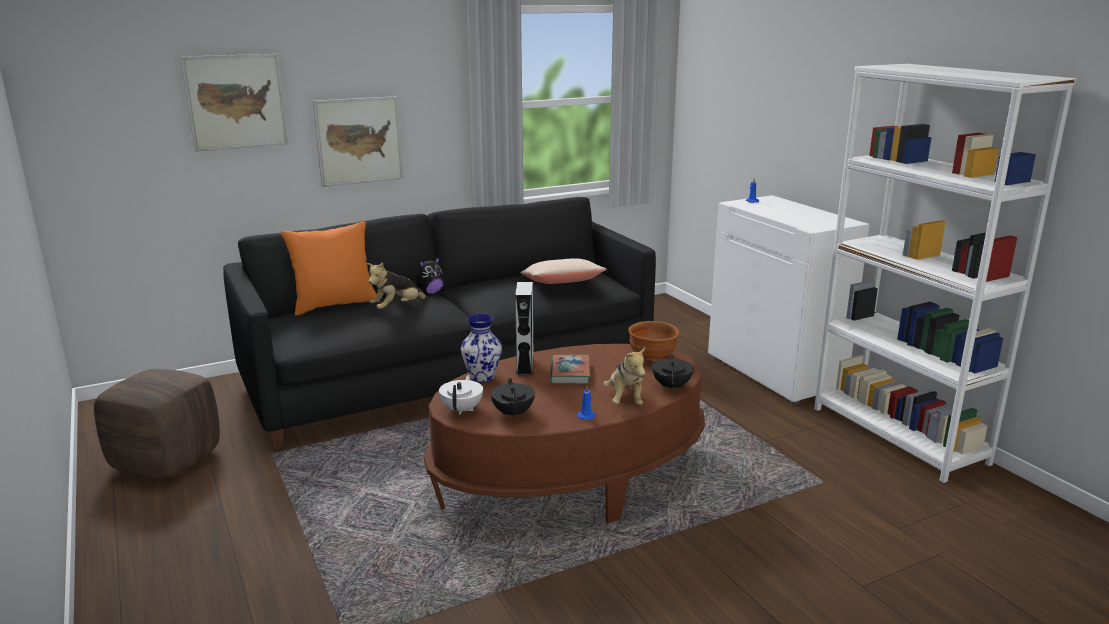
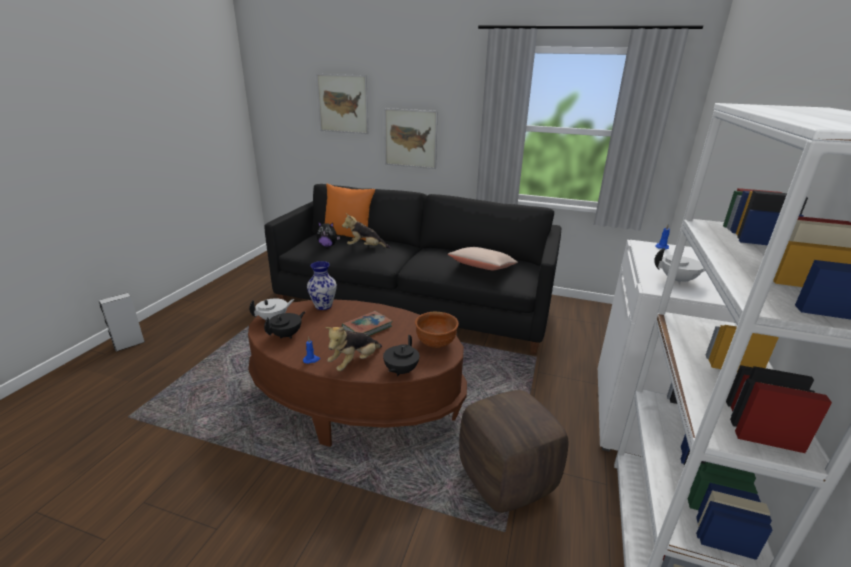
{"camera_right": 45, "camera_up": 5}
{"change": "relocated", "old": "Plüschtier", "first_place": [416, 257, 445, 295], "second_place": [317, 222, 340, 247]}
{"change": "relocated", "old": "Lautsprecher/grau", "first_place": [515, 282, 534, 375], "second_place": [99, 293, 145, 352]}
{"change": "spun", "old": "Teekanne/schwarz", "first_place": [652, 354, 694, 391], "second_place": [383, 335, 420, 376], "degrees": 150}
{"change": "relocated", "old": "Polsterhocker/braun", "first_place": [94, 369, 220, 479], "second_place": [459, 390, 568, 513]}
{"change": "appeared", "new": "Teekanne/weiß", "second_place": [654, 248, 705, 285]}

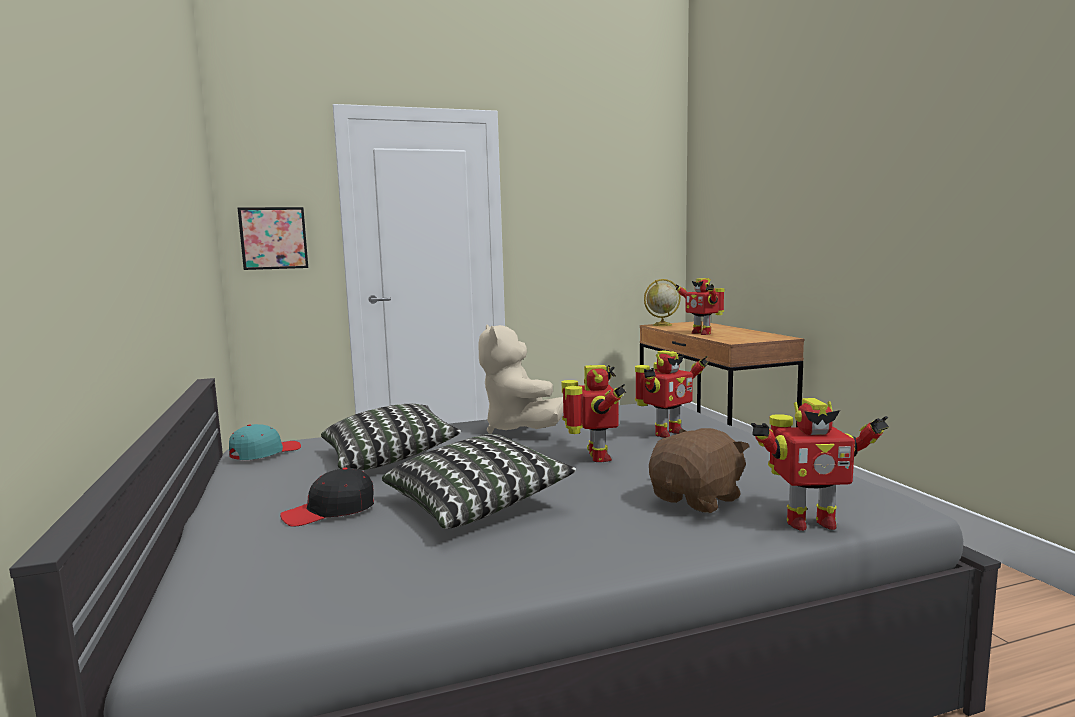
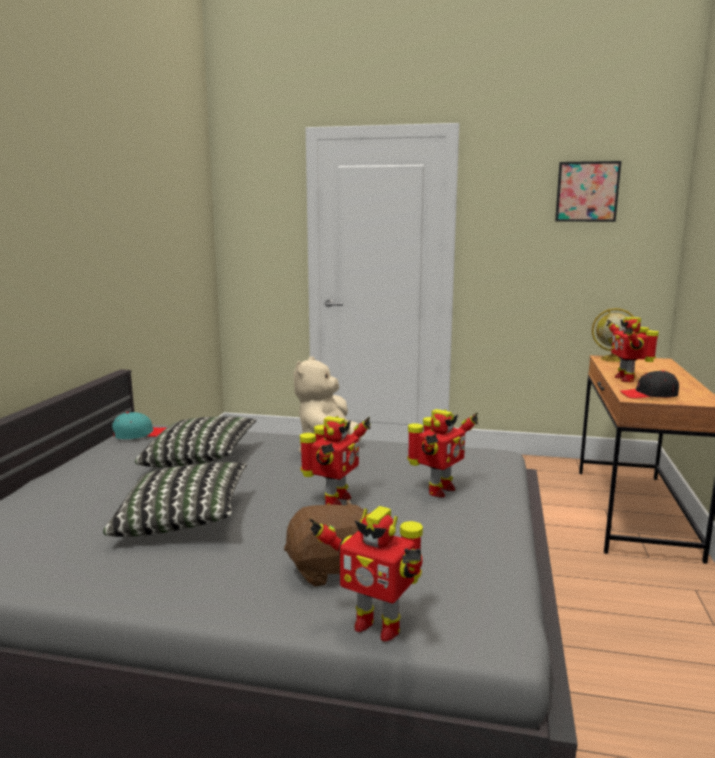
{"camera_right": 30, "camera_up": 5}
{"change": "relocated", "old": "Bild", "first_place": [238, 207, 308, 270], "second_place": [555, 161, 621, 222]}
{"change": "spun", "old": "Spielzeugroboter", "first_place": [635, 350, 708, 438], "second_place": [407, 409, 478, 498], "degrees": -45}
{"change": "relocated", "old": "Kappe/schwarz", "first_place": [280, 467, 374, 527], "second_place": [620, 370, 679, 398]}

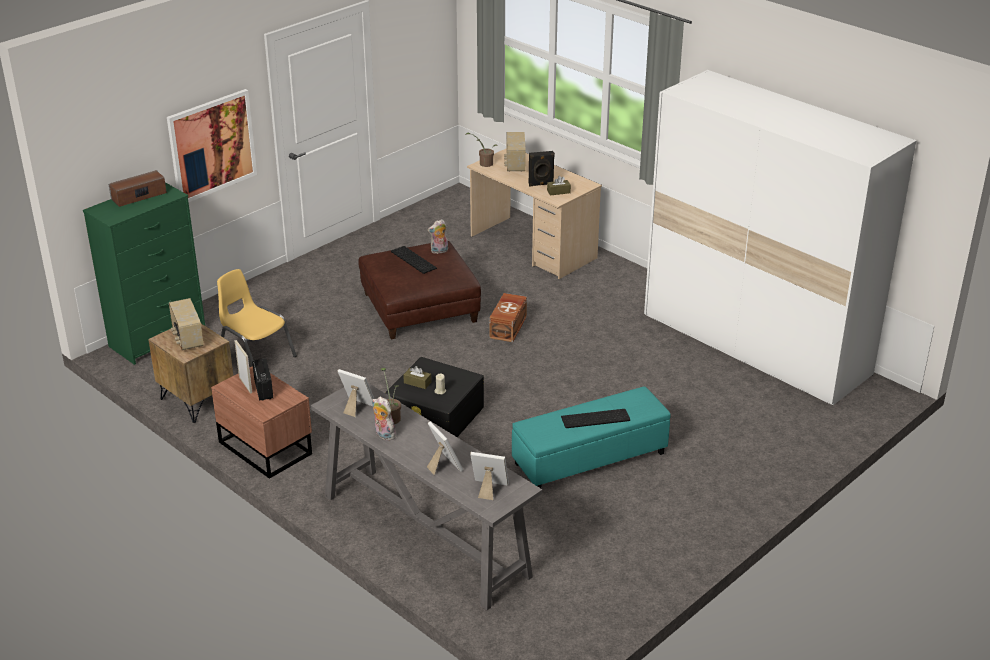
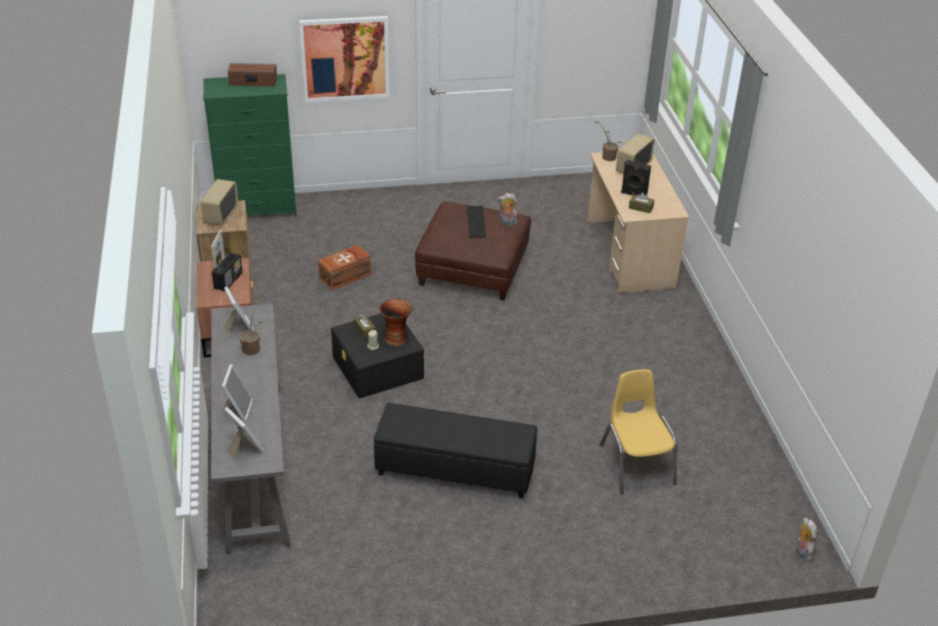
{"camera_right": 35, "camera_up": 5}
{"change": "missing", "old": "Kleiderschrank/weiß", "first_place": [644, 70, 917, 405]}
{"change": "relocated", "old": "Stuhl/gelb", "first_place": [217, 269, 297, 366], "second_place": [600, 369, 677, 494]}
{"change": "relocated", "old": "Aufbewahrungsbox/braun", "first_place": [489, 293, 527, 342], "second_place": [318, 245, 371, 291]}
{"change": "colour", "old": "Polsterhocker/türkis", "new": "Polsterhocker/schwarz", "first_place": [512, 386, 671, 488], "second_place": [374, 403, 537, 499]}
{"change": "relocated", "old": "Plüschtier", "first_place": [372, 397, 396, 441], "second_place": [796, 517, 818, 561]}
{"change": "missing", "old": "Tastatur", "first_place": [561, 409, 630, 428]}
{"change": "appeared", "new": "Vase", "second_place": [379, 299, 412, 347]}

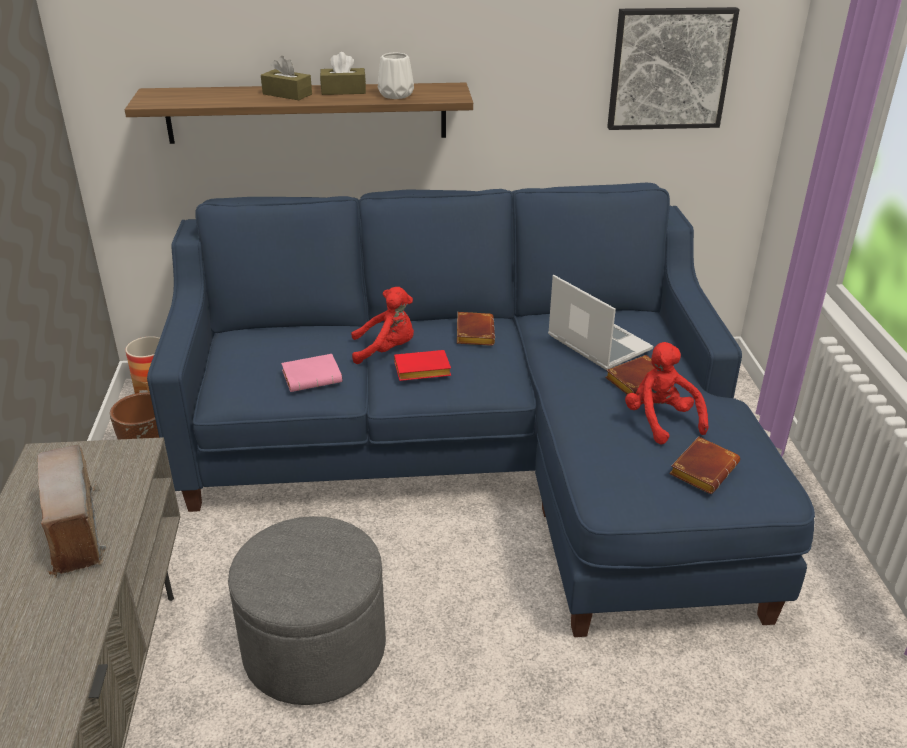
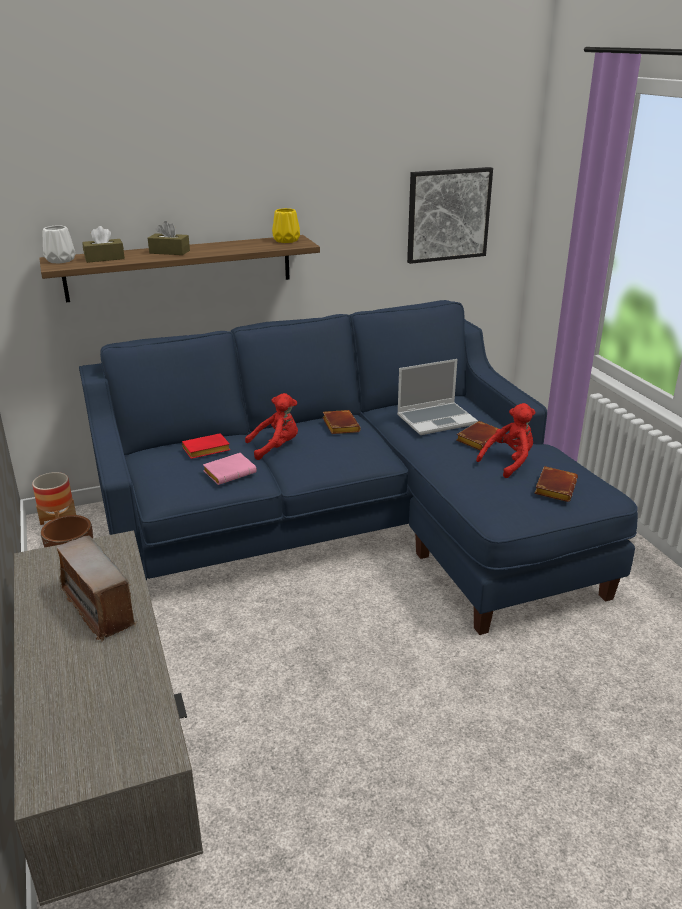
{"camera_right": -15, "camera_up": -5}
{"change": "relocated", "old": "Taschentuchbox/braun", "first_place": [320, 52, 366, 95], "second_place": [82, 226, 125, 263]}
{"change": "relocated", "old": "Vase/weiß", "first_place": [378, 53, 414, 99], "second_place": [43, 225, 75, 263]}
{"change": "spun", "old": "Laptop", "first_place": [548, 275, 653, 370], "second_place": [397, 359, 478, 435], "degrees": 120}
{"change": "spun", "old": "Plüschtier/rot", "first_place": [625, 342, 708, 444], "second_place": [476, 403, 536, 478], "degrees": 90}
{"change": "relocated", "old": "Buch/rot", "first_place": [394, 350, 451, 381], "second_place": [182, 433, 230, 459]}
{"change": "missing", "old": "Polsterhocker/grau", "first_place": [228, 516, 386, 705]}
{"change": "appeared", "new": "Vase/gelb", "second_place": [272, 208, 300, 243]}

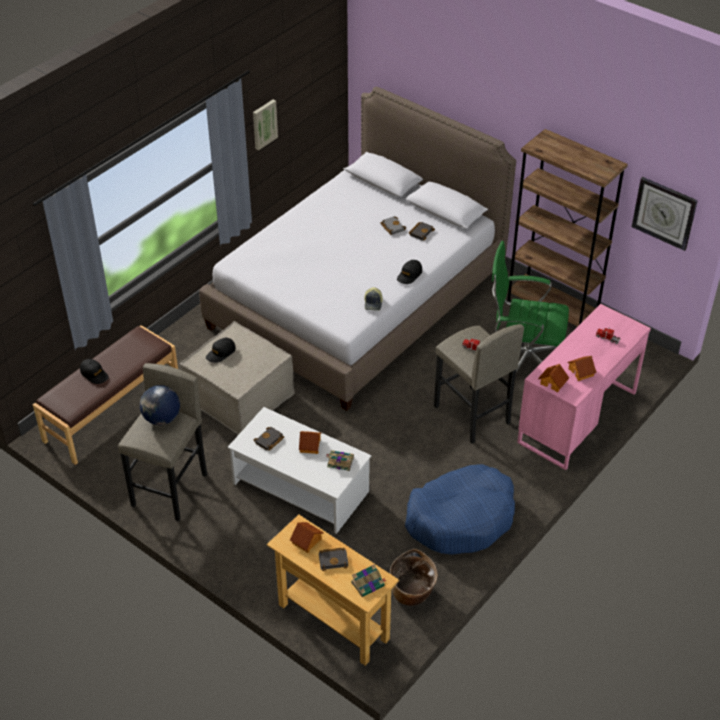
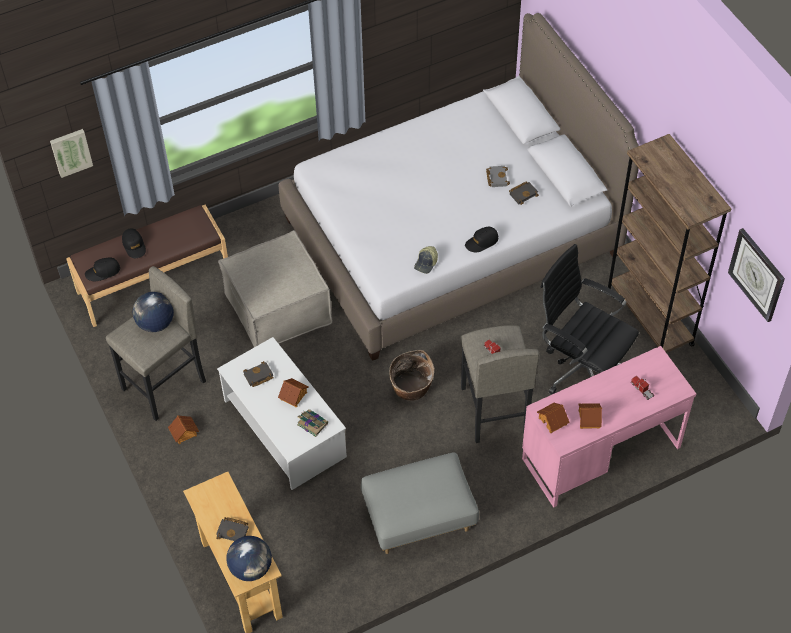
{"camera_right": 25, "camera_up": 10}
{"change": "relocated", "old": "Bild", "first_place": [253, 100, 278, 150], "second_place": [50, 129, 93, 178]}
{"change": "colour", "old": "Bürostuhl/grün", "new": "Bürostuhl/schwarz", "first_place": [492, 241, 569, 373], "second_place": [541, 244, 639, 394]}
{"change": "relocated", "old": "Kappe/schwarz", "first_place": [206, 338, 235, 363], "second_place": [85, 257, 120, 281]}
{"change": "exchanged", "old": "Hundebett/blau", "new": "Polsterhocker/grau", "first_place": [405, 464, 515, 555], "second_place": [361, 452, 479, 554]}
{"change": "relocated", "old": "Spielzeughaus", "first_place": [290, 522, 324, 553], "second_place": [168, 415, 199, 444]}
{"change": "relocated", "old": "Korb", "first_place": [390, 549, 438, 606], "second_place": [389, 350, 434, 401]}
{"change": "exchanged", "old": "Buch", "new": "Globus", "first_place": [351, 564, 387, 597], "second_place": [226, 536, 272, 581]}

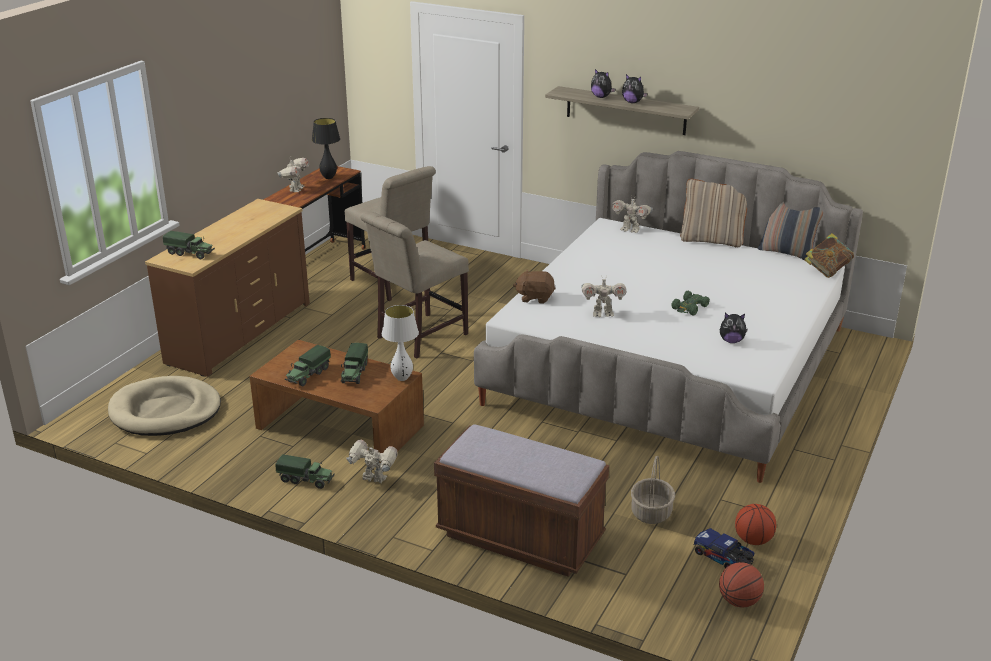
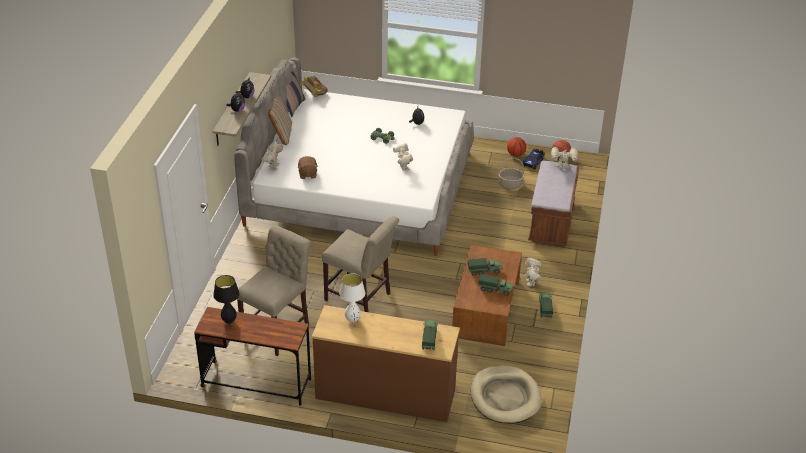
{"camera_right": -105, "camera_up": 10}
{"change": "relocated", "old": "Spielzeugroboter", "first_place": [277, 158, 309, 192], "second_place": [551, 147, 578, 169]}
{"change": "relocated", "old": "Plüschtier/braun", "first_place": [513, 269, 555, 304], "second_place": [298, 156, 318, 179]}
{"change": "relocated", "old": "Tischlampe/weiß", "first_place": [382, 305, 419, 381], "second_place": [339, 273, 365, 323]}

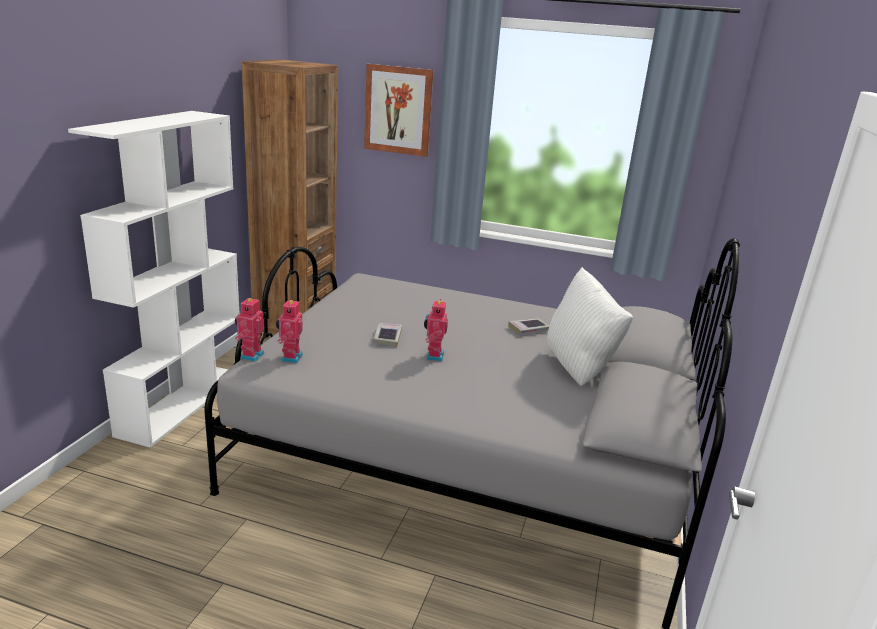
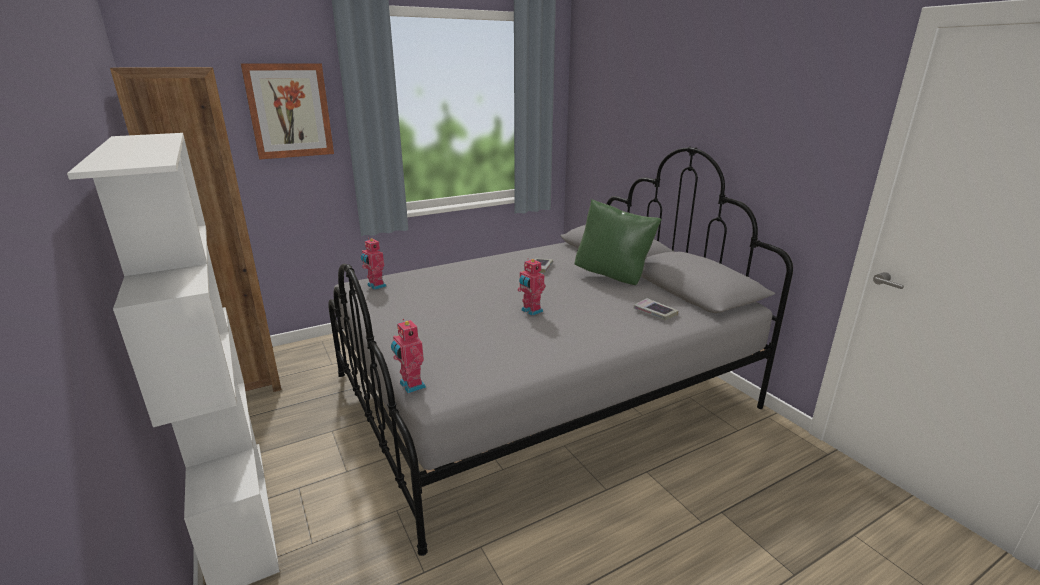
{"camera_right": -45, "camera_up": 0}
{"change": "colour", "old": "Kissen/weiß", "new": "Kissen/grün", "first_place": [547, 267, 633, 386], "second_place": [574, 199, 662, 285]}
{"change": "relocated", "old": "Spielzeugroboter", "first_place": [276, 298, 303, 363], "second_place": [361, 238, 387, 290]}
{"change": "relocated", "old": "Buch", "first_place": [373, 323, 402, 347], "second_place": [633, 298, 678, 320]}

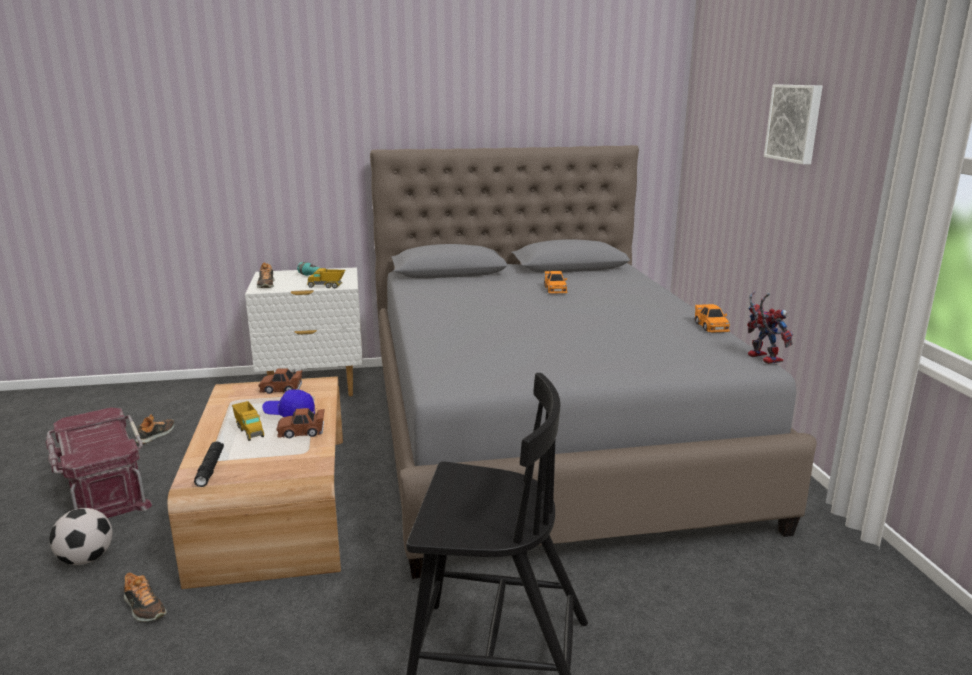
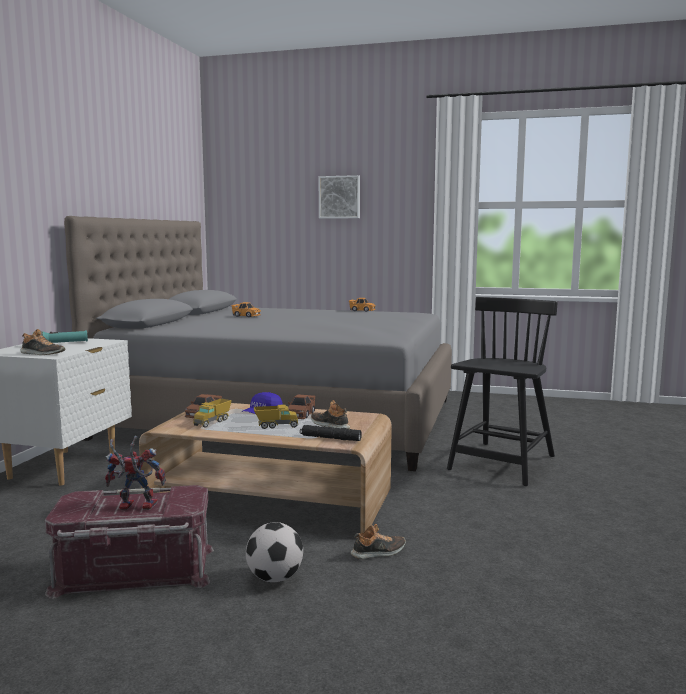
{"camera_right": -65, "camera_up": -10}
{"change": "relocated", "old": "Spielzeuglaster", "first_place": [307, 268, 345, 288], "second_place": [193, 399, 232, 428]}
{"change": "relocated", "old": "Spielzeugroboter", "first_place": [747, 291, 793, 364], "second_place": [105, 436, 166, 510]}
{"change": "relocated", "old": "Schuh", "first_place": [135, 415, 174, 444], "second_place": [311, 400, 350, 429]}

